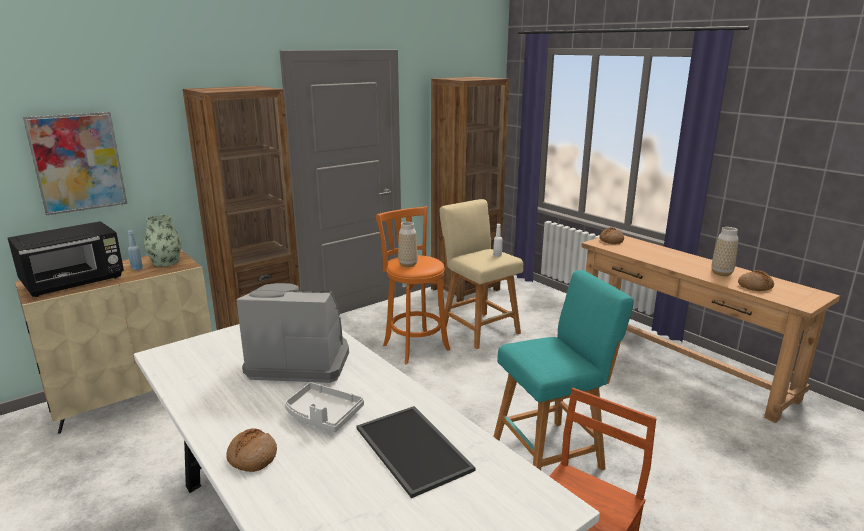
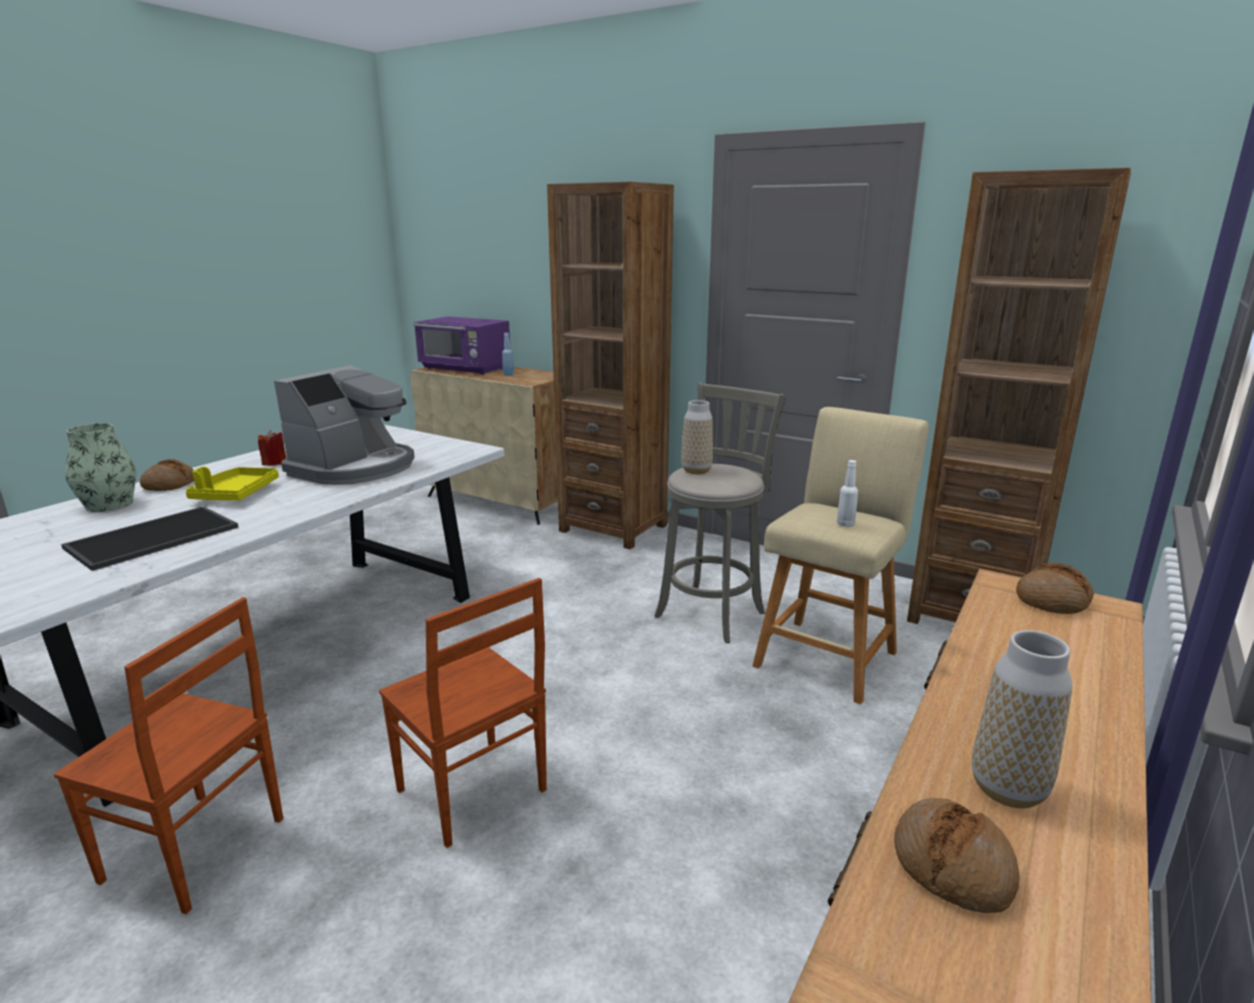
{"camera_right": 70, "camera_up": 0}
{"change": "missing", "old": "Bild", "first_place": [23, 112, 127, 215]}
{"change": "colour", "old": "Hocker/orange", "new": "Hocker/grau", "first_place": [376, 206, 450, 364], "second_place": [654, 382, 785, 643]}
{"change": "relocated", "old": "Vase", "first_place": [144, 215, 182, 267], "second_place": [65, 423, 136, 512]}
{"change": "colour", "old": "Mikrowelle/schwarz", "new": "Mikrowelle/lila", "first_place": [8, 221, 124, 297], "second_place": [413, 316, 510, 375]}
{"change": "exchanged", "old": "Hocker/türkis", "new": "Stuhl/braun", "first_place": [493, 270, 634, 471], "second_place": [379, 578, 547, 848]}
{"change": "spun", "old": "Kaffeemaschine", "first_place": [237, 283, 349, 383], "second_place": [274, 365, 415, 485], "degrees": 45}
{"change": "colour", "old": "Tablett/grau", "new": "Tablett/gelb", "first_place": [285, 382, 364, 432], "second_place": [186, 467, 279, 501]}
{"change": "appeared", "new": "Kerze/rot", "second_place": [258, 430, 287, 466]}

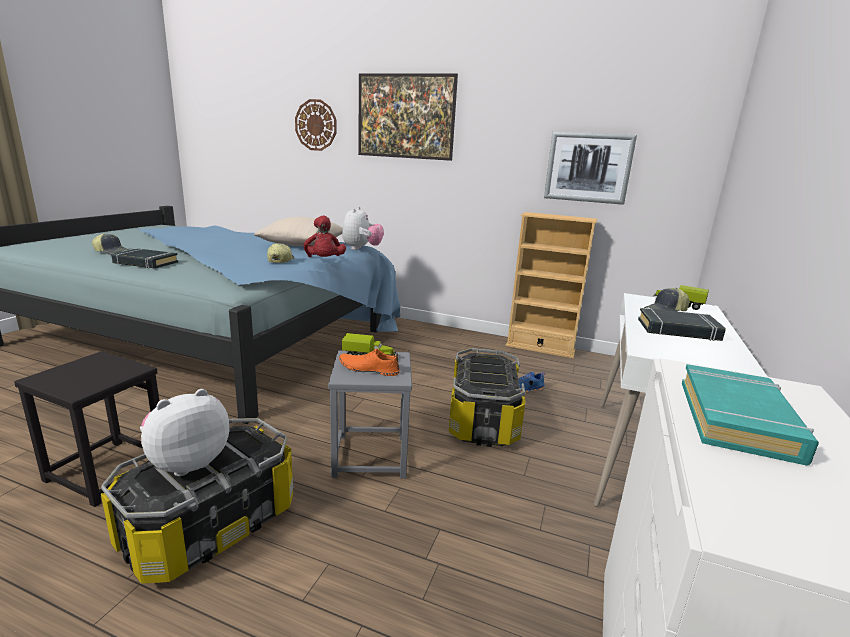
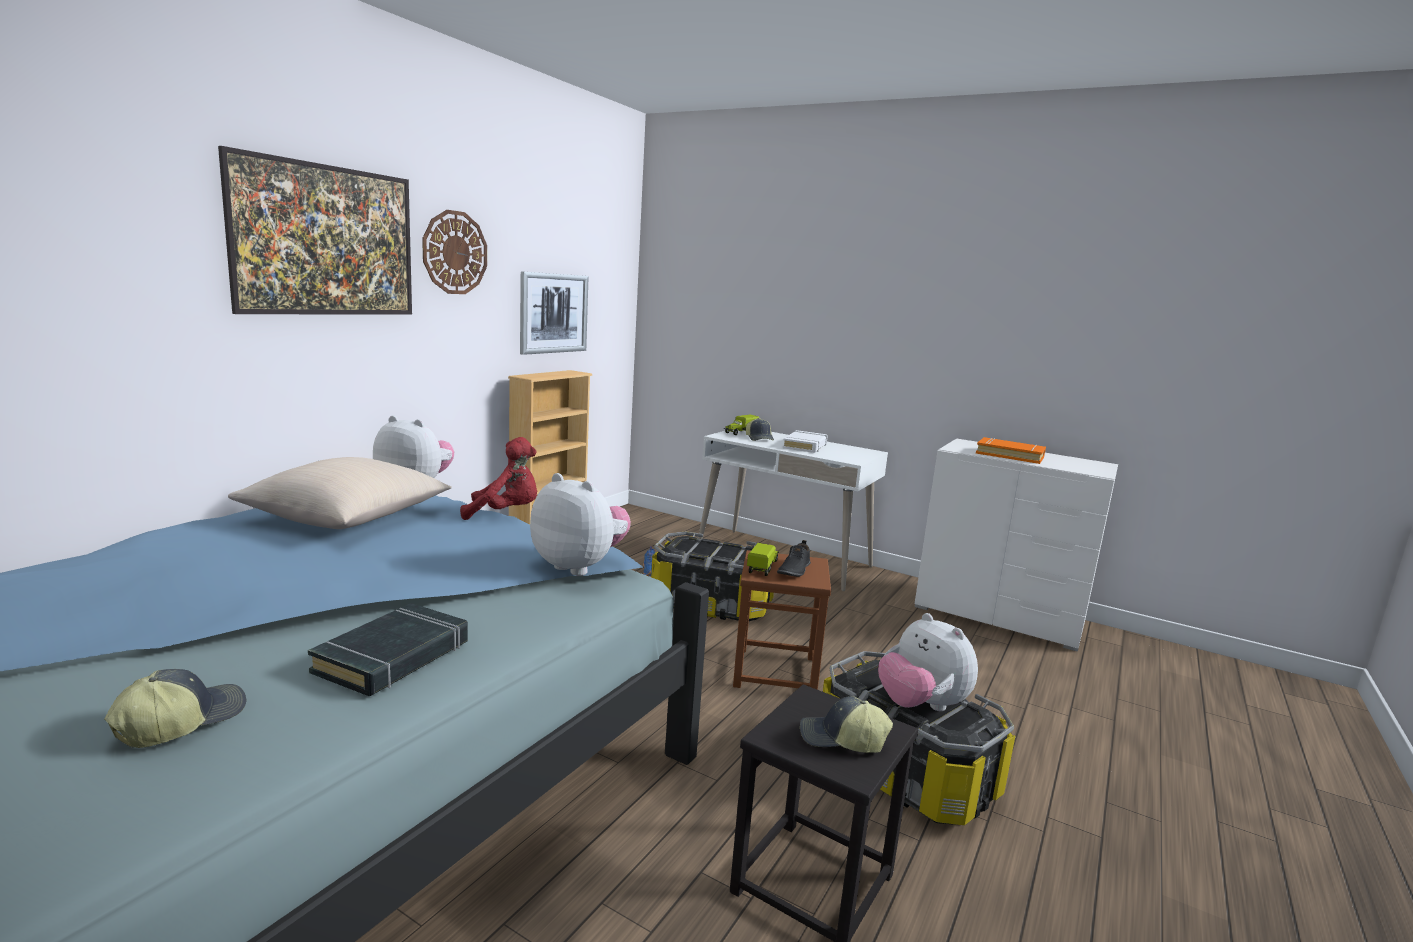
{"camera_right": -80, "camera_up": -5}
{"change": "relocated", "old": "Wanduhr", "first_place": [295, 99, 336, 151], "second_place": [422, 210, 487, 294]}
{"change": "relocated", "old": "Kappe", "first_place": [267, 243, 295, 263], "second_place": [800, 696, 893, 753]}
{"change": "colour", "old": "Buch/schwarz", "new": "Buch/weiß", "first_place": [638, 308, 726, 341], "second_place": [783, 430, 828, 453]}
{"change": "colour", "old": "Schuh/orange", "new": "Schuh/schwarz", "first_place": [339, 349, 400, 376], "second_place": [777, 540, 811, 577]}
{"change": "colour", "old": "Hocker/grau", "new": "Hocker/braun", "first_place": [328, 351, 412, 478], "second_place": [733, 550, 831, 690]}
{"change": "colour", "old": "Buch/türkis", "new": "Buch/orange", "first_place": [682, 364, 819, 465], "second_place": [976, 437, 1046, 464]}
{"change": "appeared", "new": "Plüschtier", "second_place": [530, 473, 631, 576]}

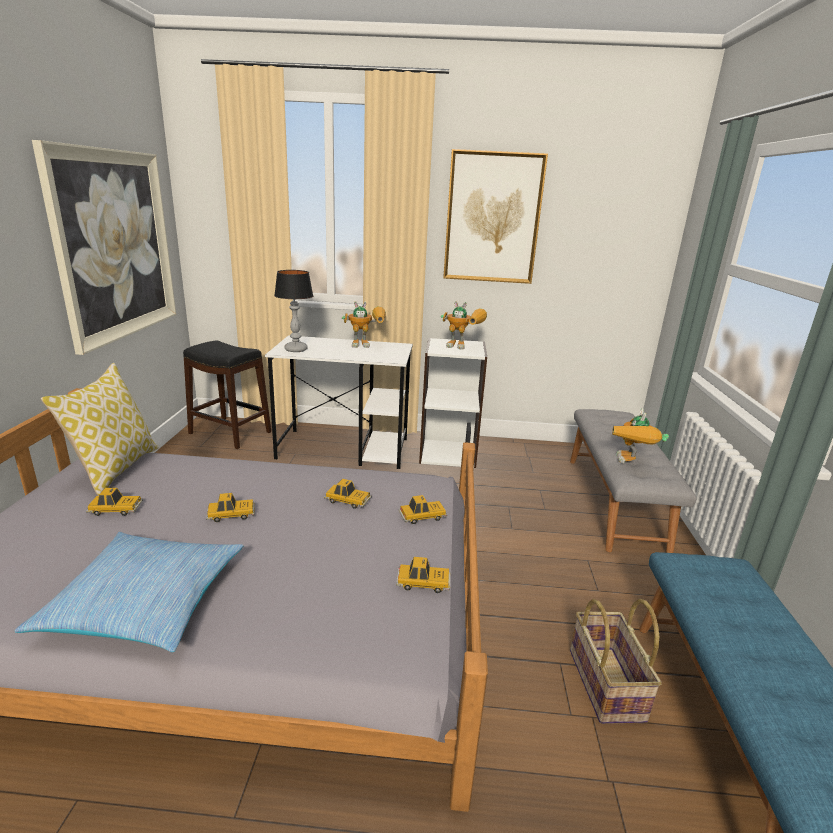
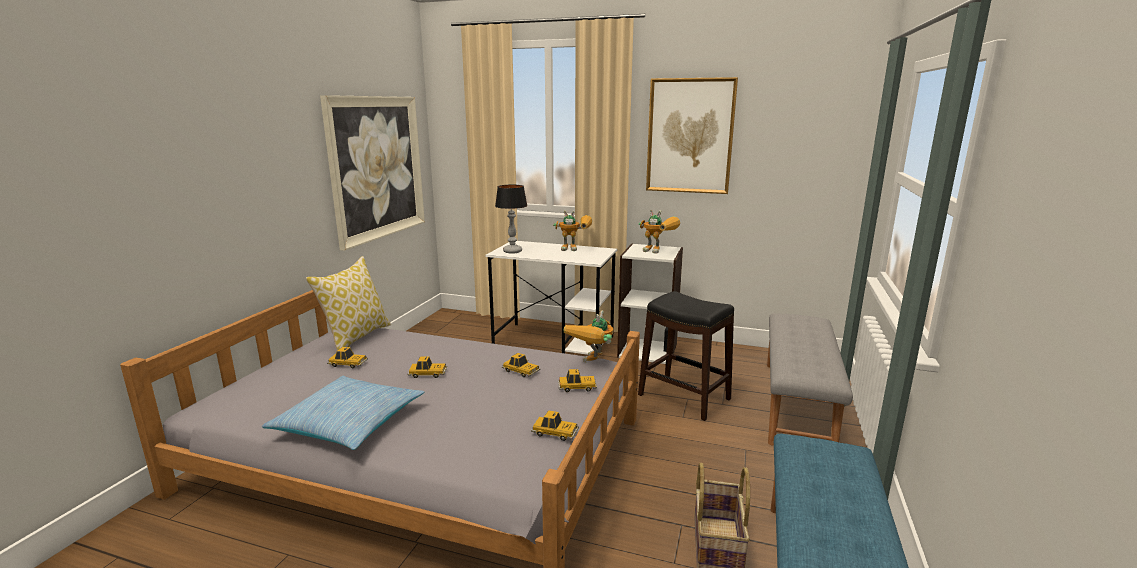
{"camera_right": 15, "camera_up": -5}
{"change": "relocated", "old": "Hocker/schwarz", "first_place": [183, 340, 271, 449], "second_place": [638, 291, 734, 421]}
{"change": "relocated", "old": "Spielzeugroboter", "first_place": [612, 408, 669, 463], "second_place": [564, 310, 613, 362]}

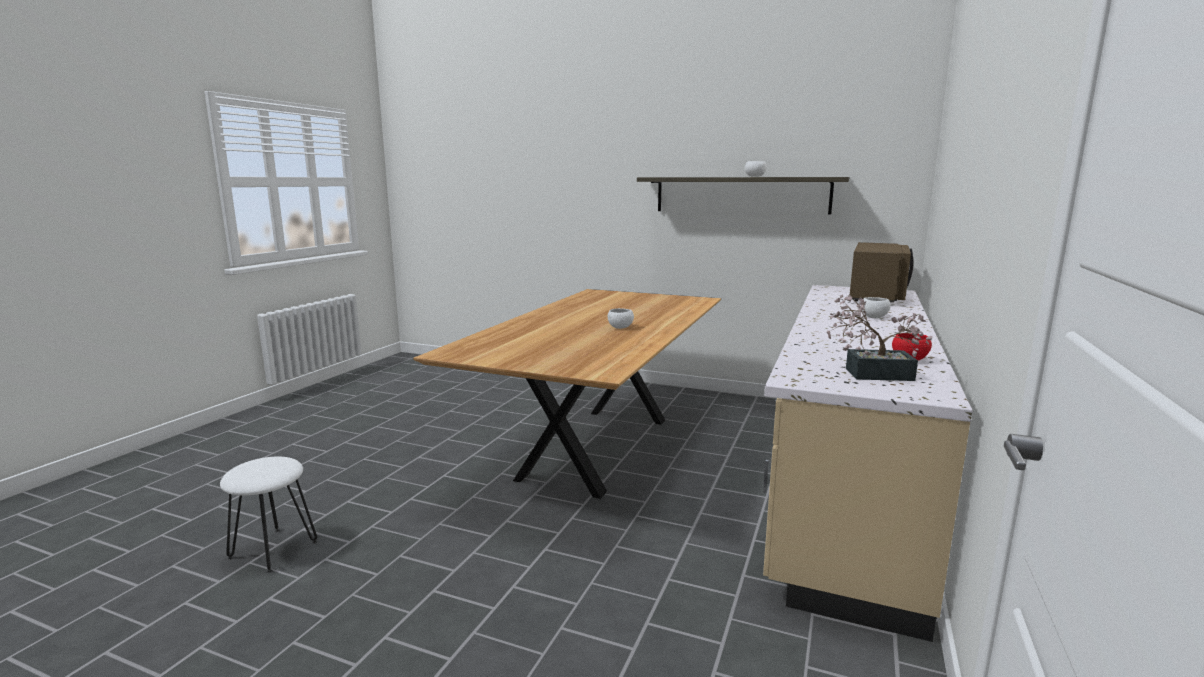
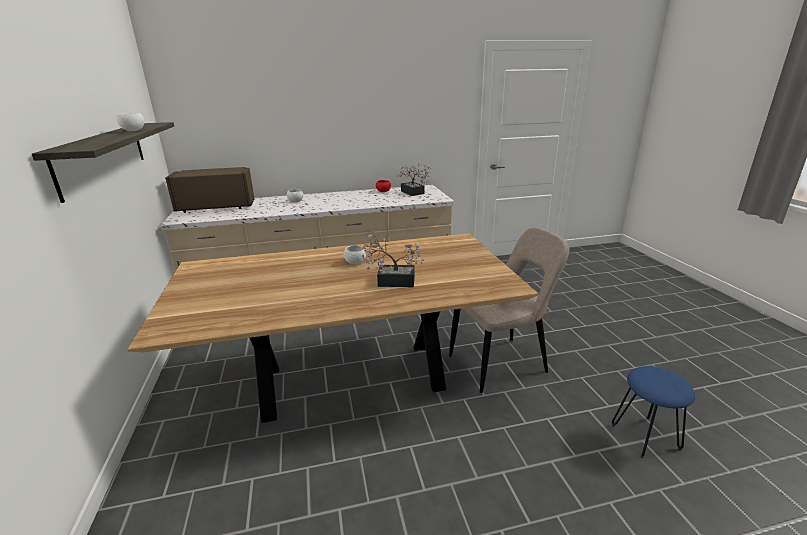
{"camera_right": -125, "camera_up": 10}
{"change": "colour", "old": "Hocker/weiß", "new": "Hocker/blau", "first_place": [220, 456, 317, 573], "second_place": [611, 366, 695, 459]}
{"change": "appeared", "new": "Stuhl/beige", "second_place": [449, 228, 570, 393]}
{"change": "appeared", "new": "Topfpflanze", "second_place": [362, 231, 425, 287]}

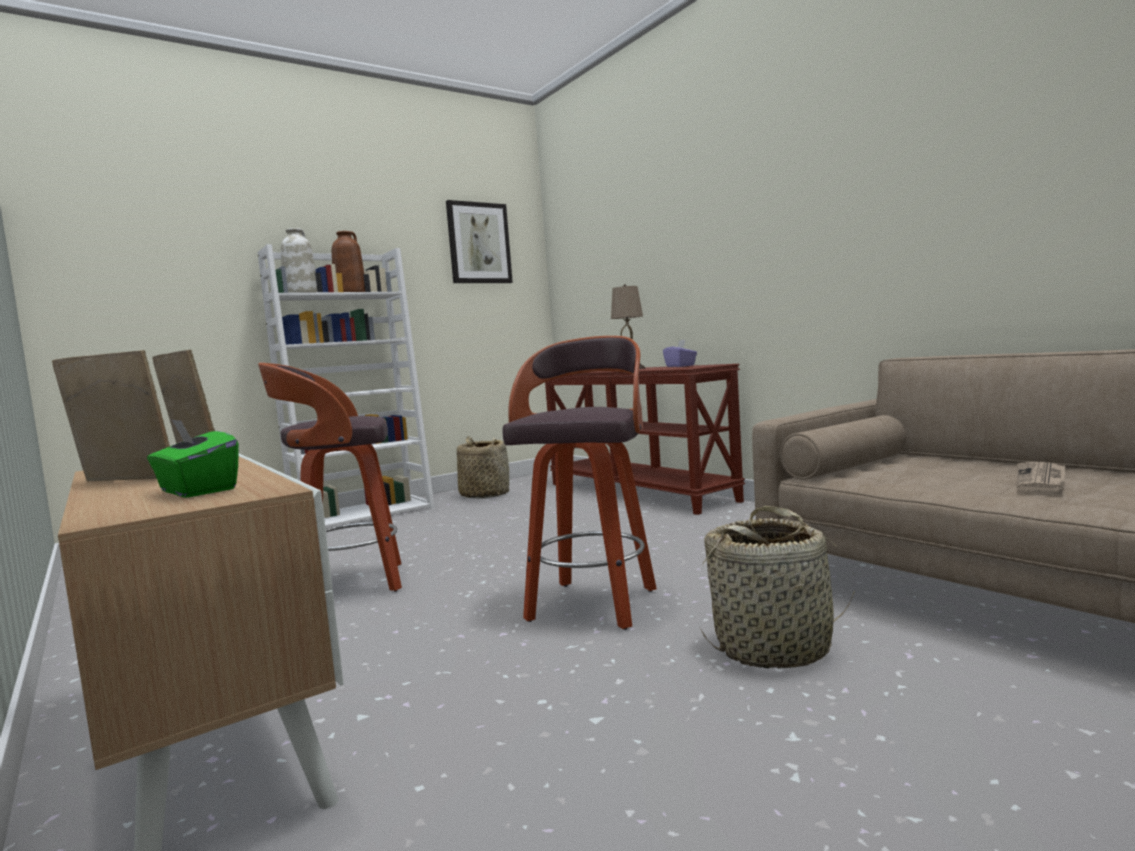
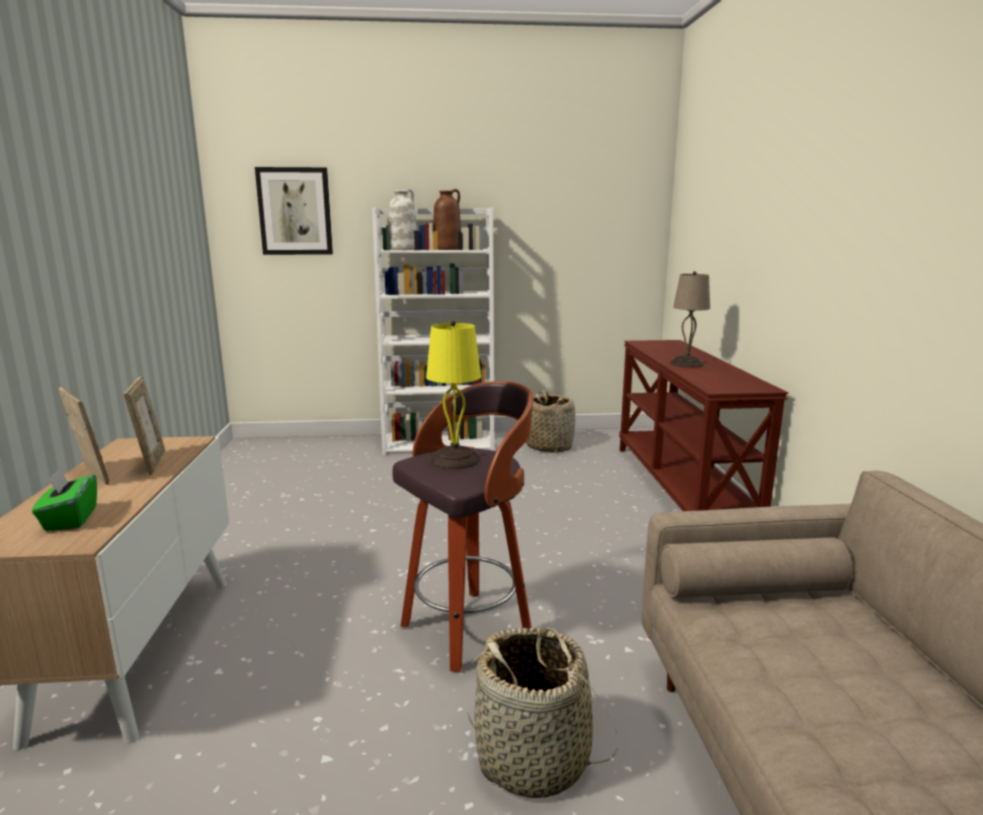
{"camera_right": 30, "camera_up": 10}
{"change": "relocated", "old": "Bild", "first_place": [446, 200, 513, 283], "second_place": [255, 167, 333, 255]}
{"change": "missing", "old": "Taschentuchbox/lila", "first_place": [663, 340, 697, 367]}
{"change": "missing", "old": "Hocker", "first_place": [258, 362, 402, 592]}
{"change": "missing", "old": "Zeitung", "first_place": [1017, 462, 1065, 492]}
{"change": "appeared", "new": "Tischlampe/gelb", "second_place": [426, 321, 481, 469]}

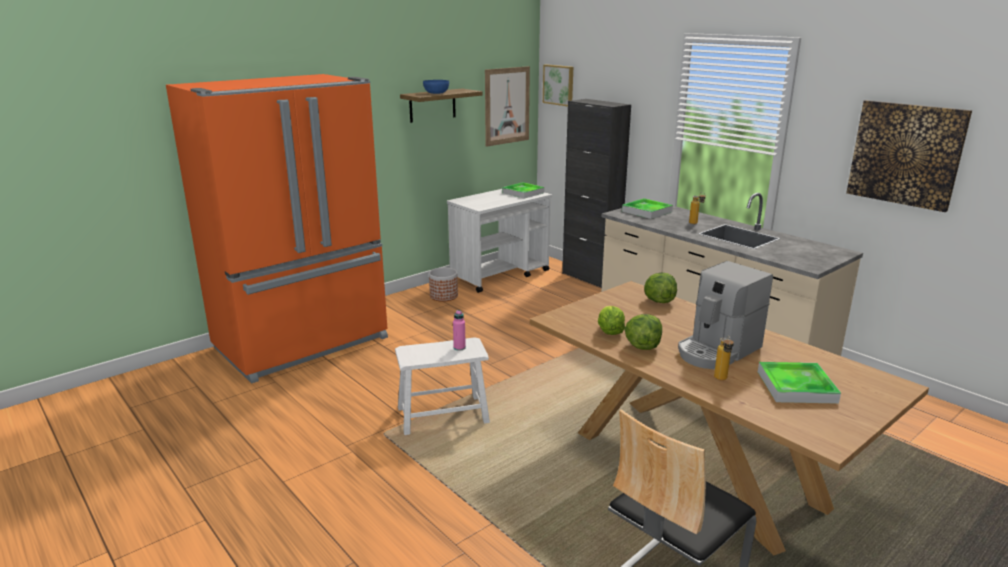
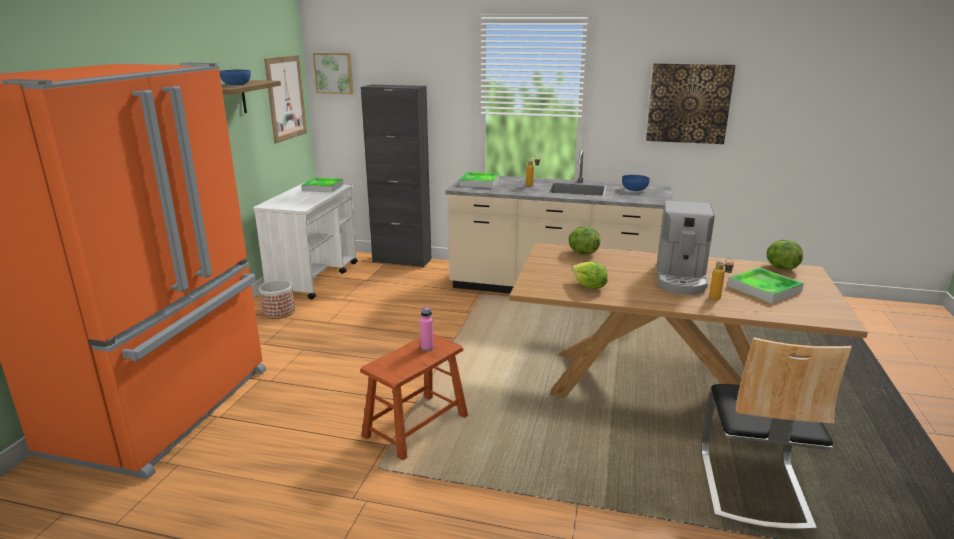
{"camera_right": -35, "camera_up": 0}
{"change": "relocated", "old": "Salatkopf", "first_place": [625, 314, 662, 350], "second_place": [767, 240, 803, 270]}
{"change": "colour", "old": "Hocker/weiß", "new": "Hocker/braun", "first_place": [395, 337, 490, 435], "second_place": [360, 334, 468, 460]}
{"change": "appeared", "new": "Schüssel/blau", "second_place": [622, 175, 650, 191]}

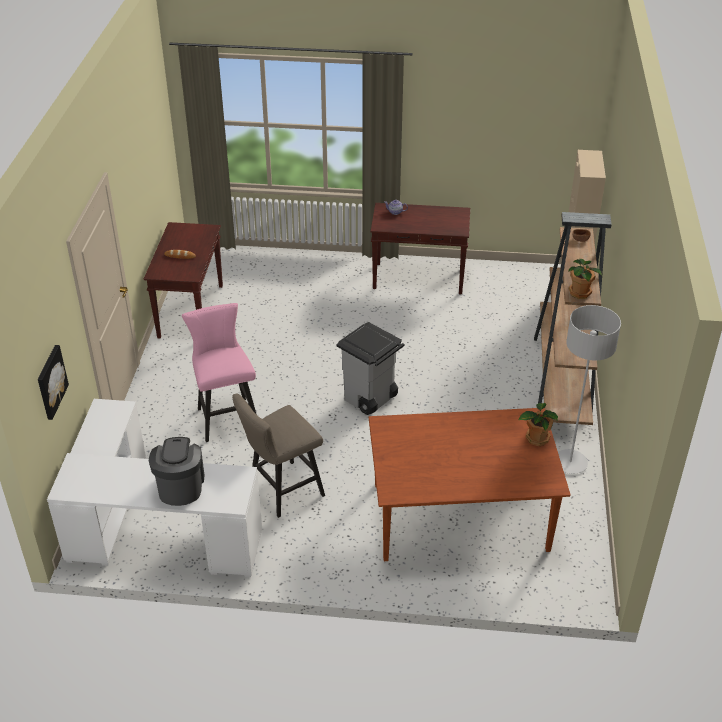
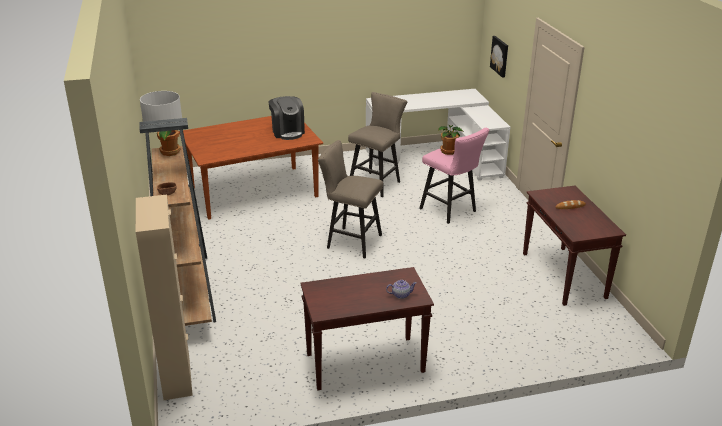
{"camera_right": 160, "camera_up": -10}
{"change": "exchanged", "old": "Mülleimer/grau", "new": "Hocker/beige", "first_place": [337, 322, 404, 415], "second_place": [318, 140, 383, 258]}
{"change": "relocated", "old": "Topfpflanze", "first_place": [518, 403, 558, 446], "second_place": [438, 125, 464, 155]}
{"change": "relocated", "old": "Kaffeemaschine", "first_place": [149, 437, 204, 506], "second_place": [268, 96, 305, 140]}

